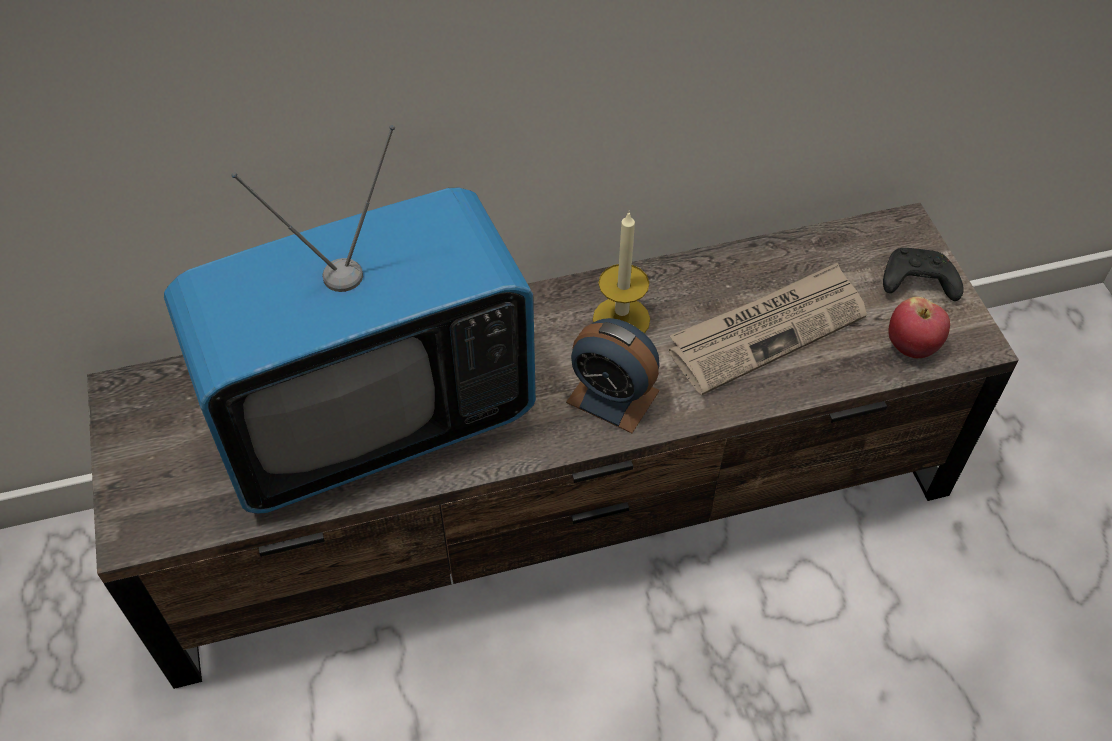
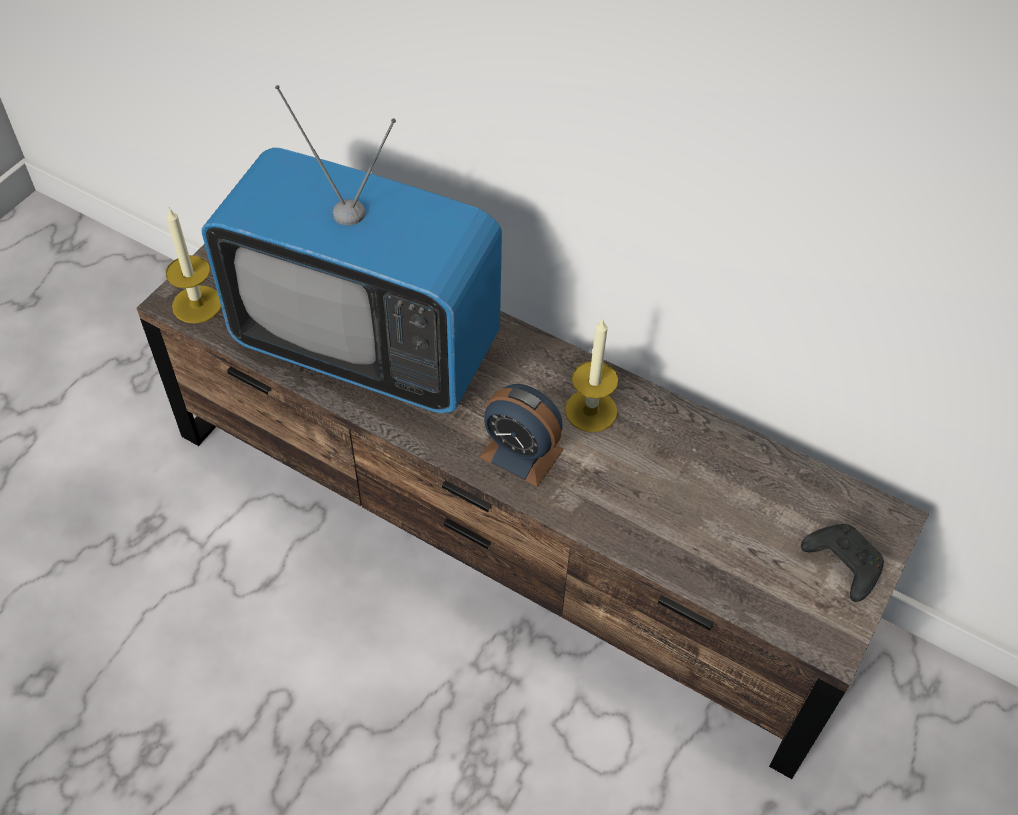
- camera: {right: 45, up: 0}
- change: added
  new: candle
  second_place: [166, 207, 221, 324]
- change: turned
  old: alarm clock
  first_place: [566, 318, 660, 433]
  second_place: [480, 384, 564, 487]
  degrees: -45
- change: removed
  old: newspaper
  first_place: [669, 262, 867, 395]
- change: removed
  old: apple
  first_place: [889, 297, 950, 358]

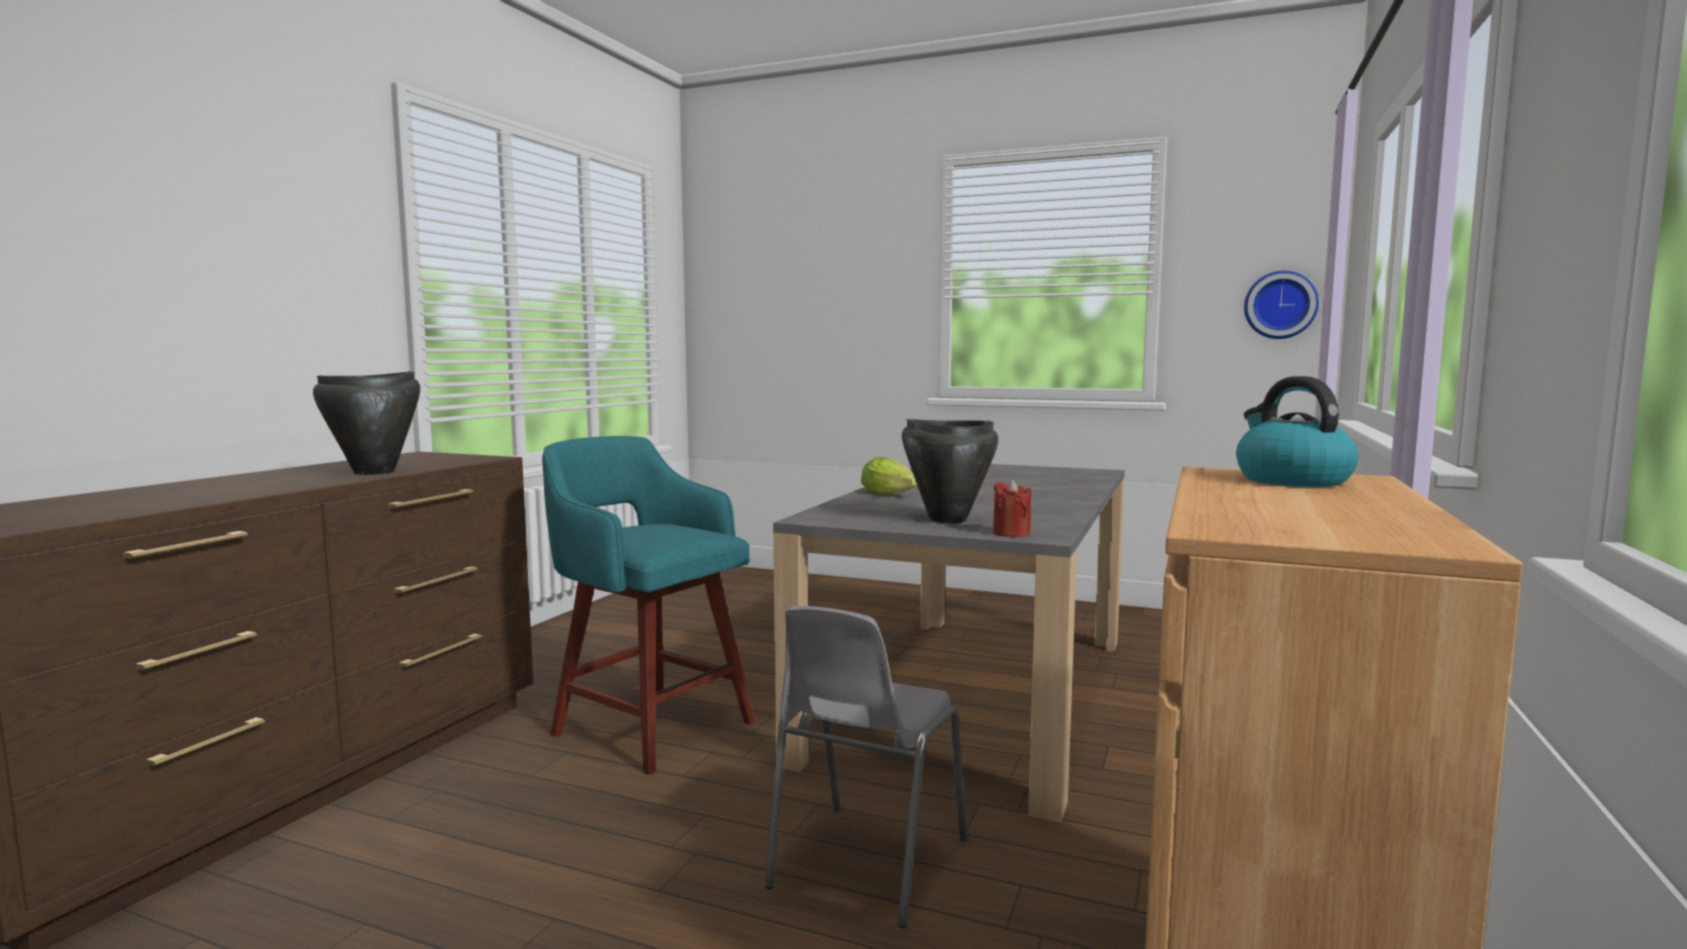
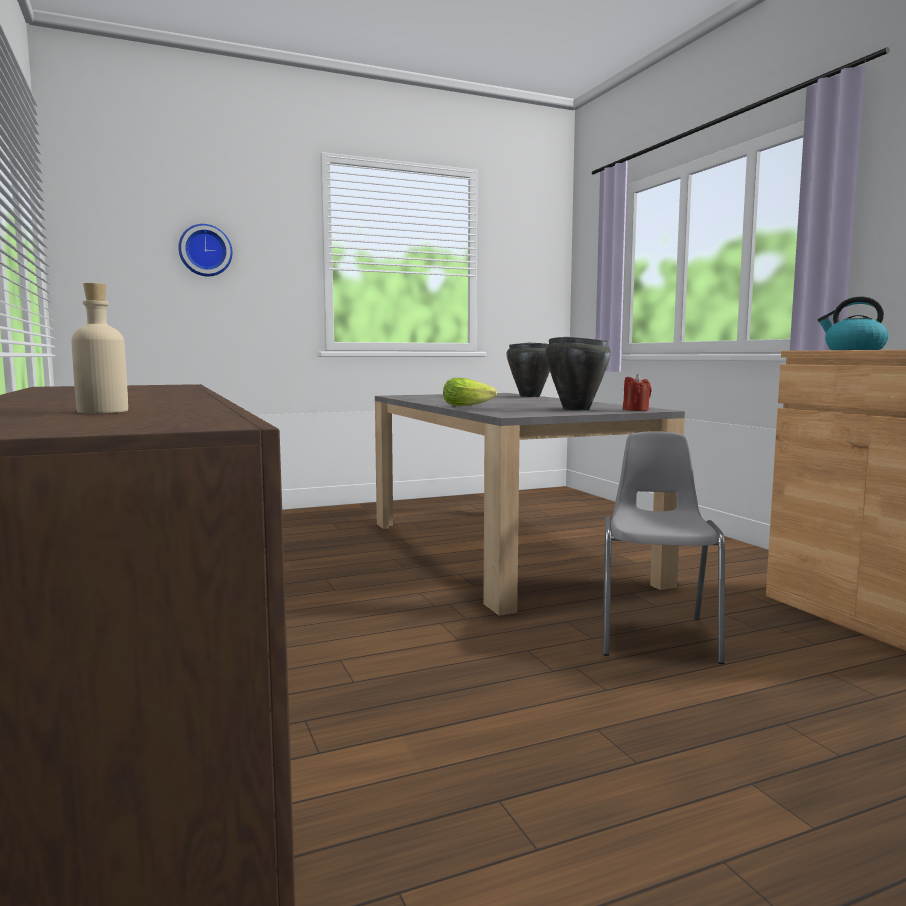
- camera: {right: -45, up: 0}
- change: added
  new: bottle/beige
  second_place: [71, 283, 128, 413]
- change: moved
  old: wall clock
  first_place: [1244, 271, 1319, 339]
  second_place: [178, 224, 232, 277]
- change: moved
  old: cooking pot/black
  first_place: [313, 371, 420, 475]
  second_place: [506, 343, 550, 397]
- change: turned
  old: chair/grey
  first_place: [765, 606, 967, 928]
  second_place: [603, 431, 725, 664]
  degrees: -150
- change: removed
  old: stool/turquoise
  first_place: [542, 436, 755, 775]

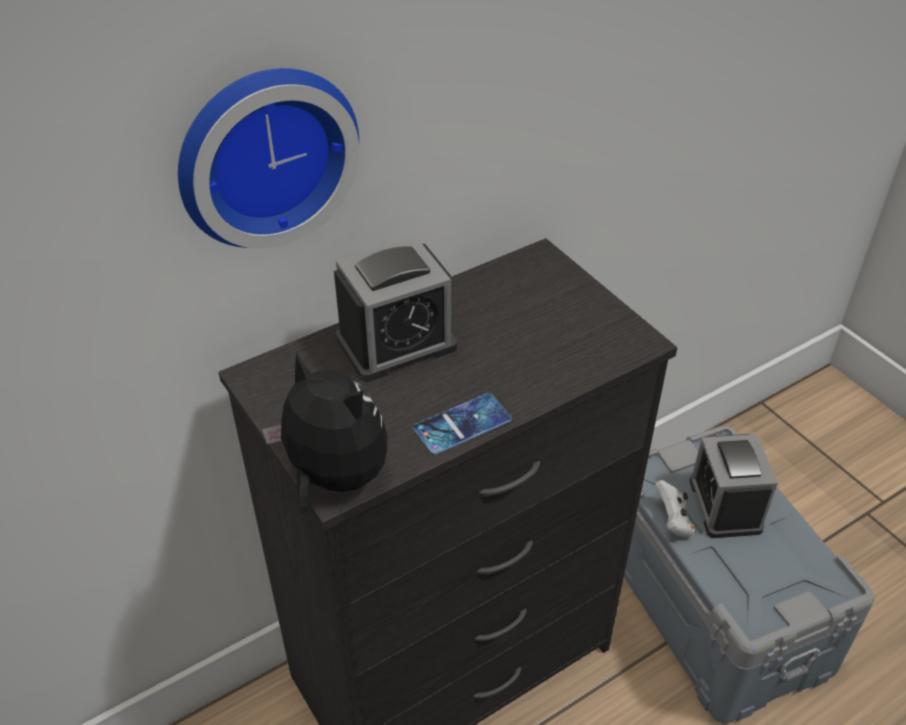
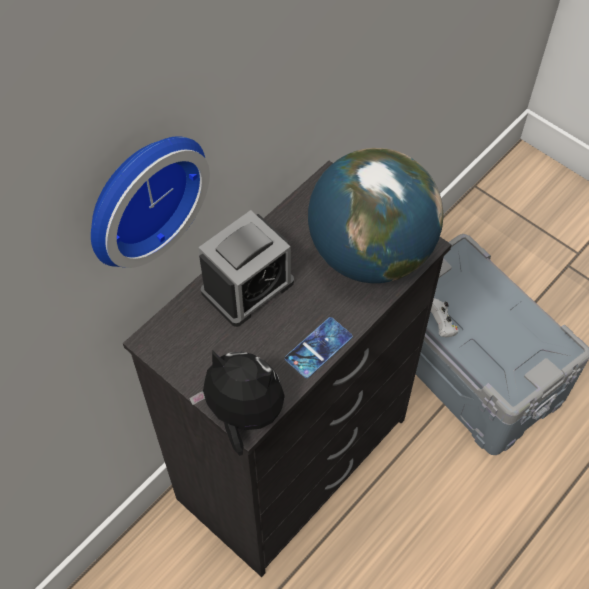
- camera: {right: -15, up: 15}
- change: added
  new: globe
  second_place: [308, 148, 443, 283]
- change: removed
  old: alarm clock
  first_place: [689, 434, 778, 538]

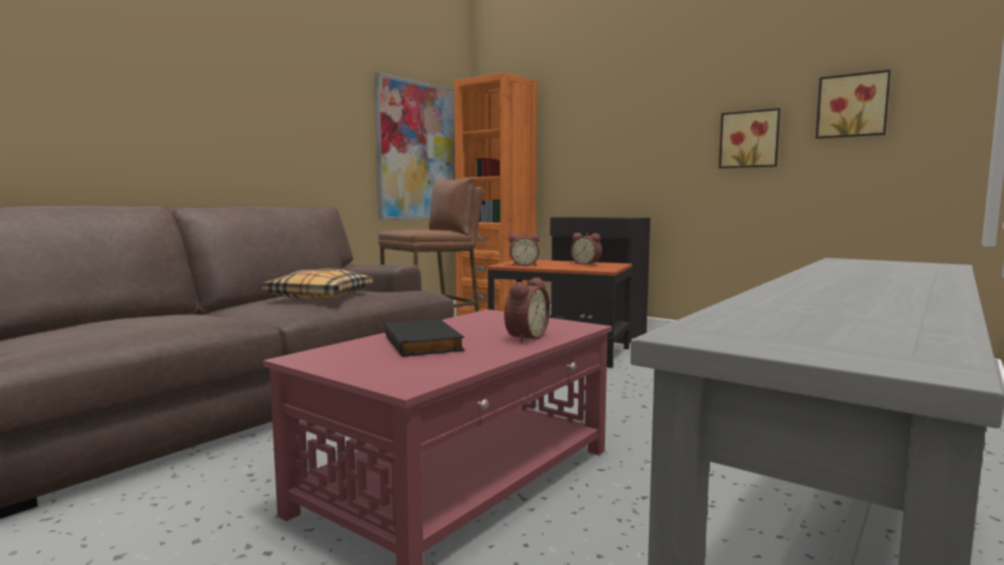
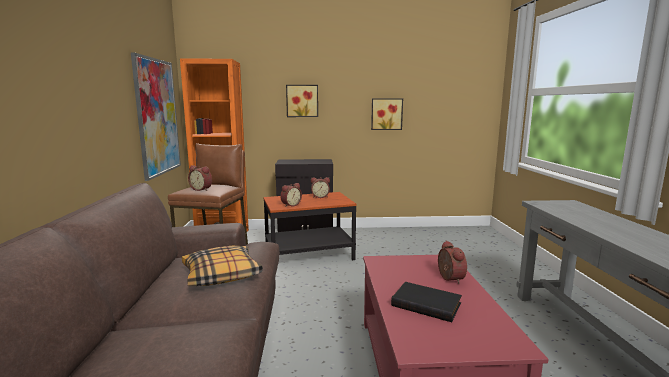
- camera: {right: -40, up: 5}
- change: added
  new: alarm clock
  second_place: [188, 165, 212, 191]
- change: moved
  old: picture
  first_place: [816, 70, 891, 139]
  second_place: [286, 85, 318, 117]

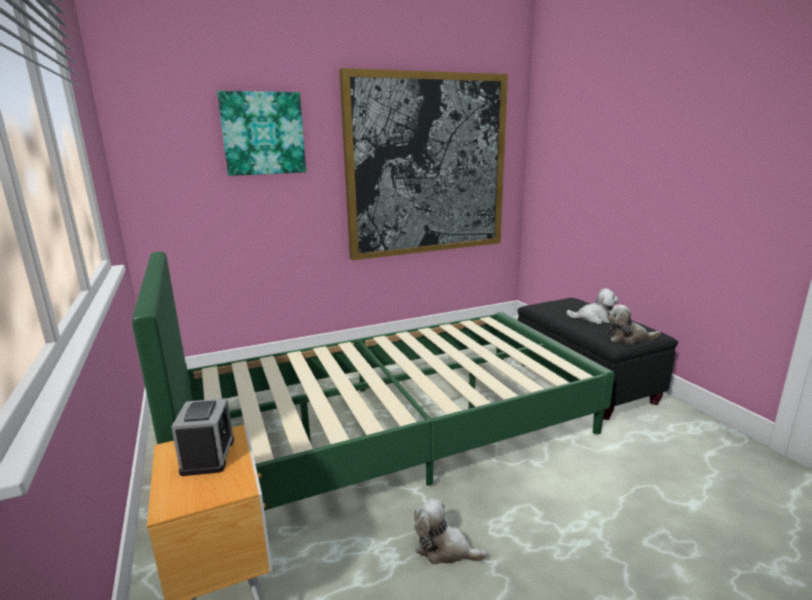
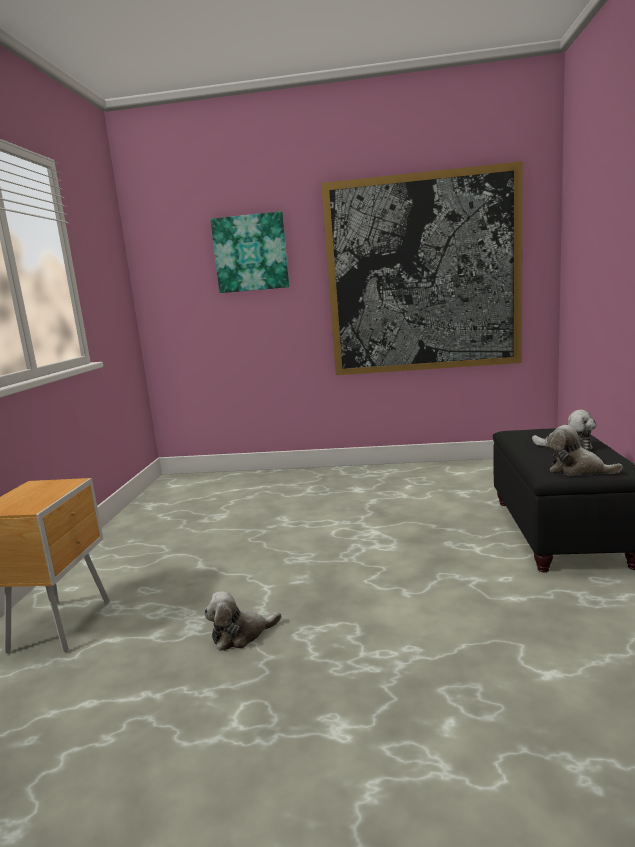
- camera: {right: 30, up: -5}
- change: turned
  old: plush toy
  first_place: [414, 498, 487, 565]
  second_place: [204, 591, 281, 651]
  degrees: -75
- change: removed
  old: bed/green
  first_place: [132, 252, 614, 511]
- change: removed
  old: alarm clock
  first_place: [171, 398, 234, 476]

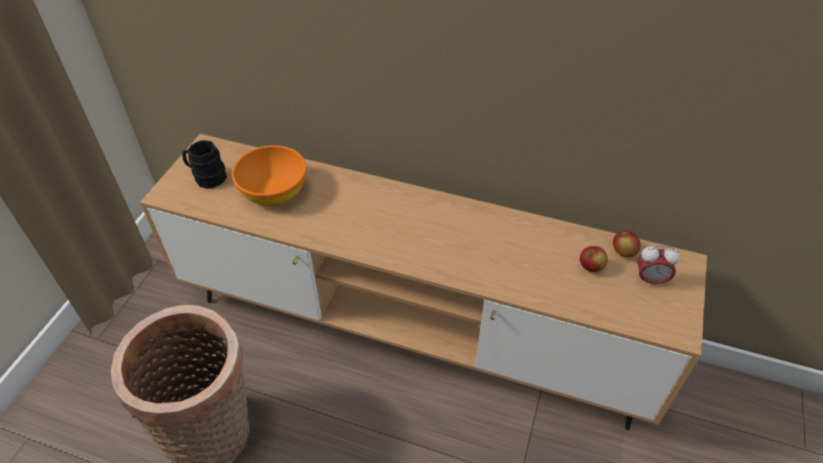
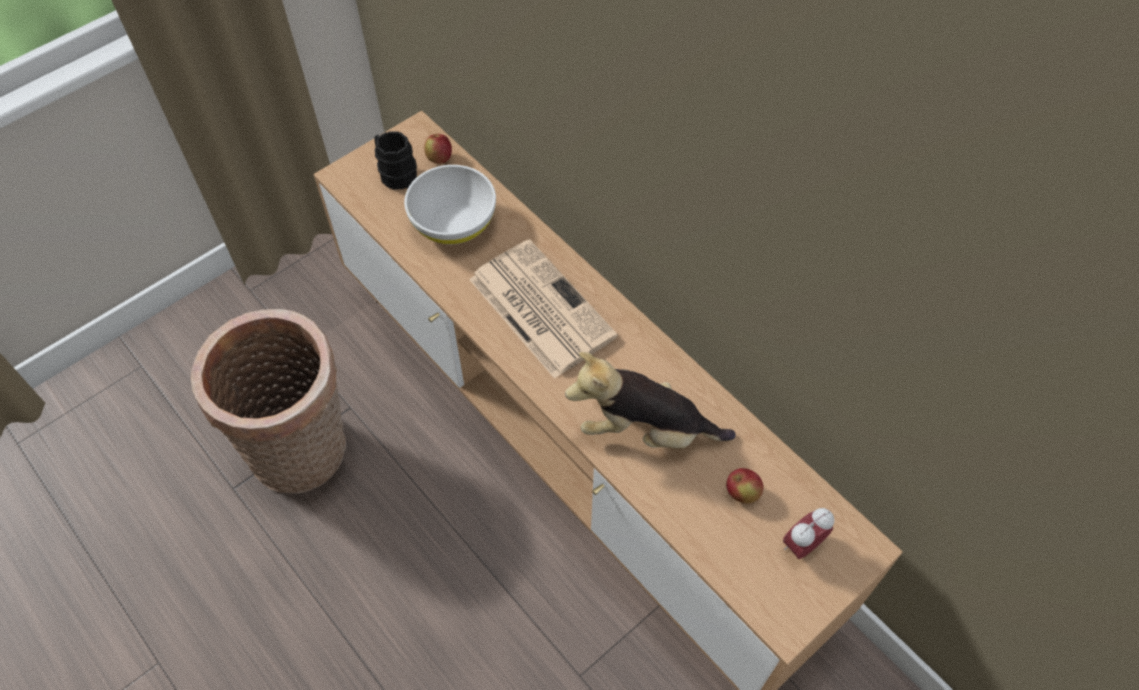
- camera: {right: 30, up: 10}
- change: recoloured
  old: bowl/orange
  new: bowl/white
  first_place: [232, 145, 306, 206]
  second_place: [404, 165, 496, 244]
- change: moved
  old: apple
  first_place: [613, 231, 641, 257]
  second_place: [424, 134, 452, 164]
- change: added
  new: newspaper
  second_place: [469, 239, 618, 379]
- change: added
  new: plush toy
  second_place: [565, 352, 736, 449]
- change: turned
  old: alarm clock
  first_place: [637, 245, 680, 286]
  second_place: [783, 508, 834, 559]
  degrees: 105

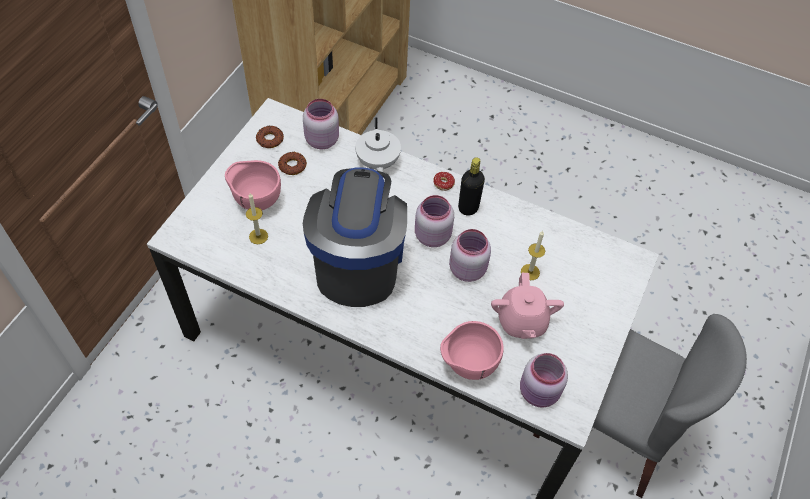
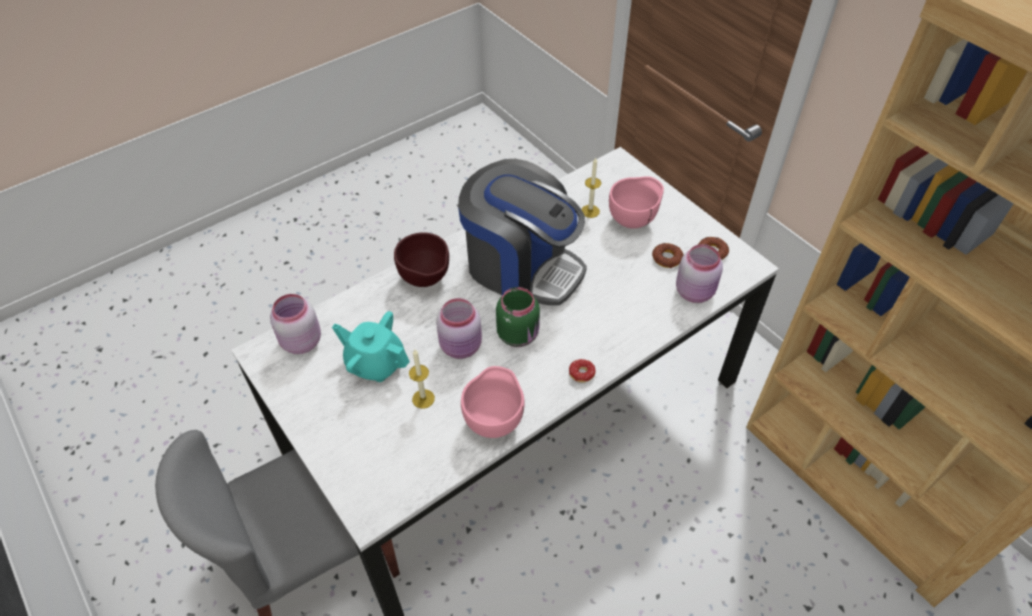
- camera: {right: 120, up: -5}
- change: recoloured
  old: teapot/pink
  new: teapot/turquoise
  first_place: [491, 273, 564, 339]
  second_place: [332, 311, 410, 382]
- change: added
  new: bowl/brown
  second_place: [394, 232, 449, 287]
- change: moved
  old: bowl/pink
  first_place: [440, 321, 503, 380]
  second_place: [461, 366, 525, 438]
- change: recoloured
  old: jar/pink
  new: jar/green
  first_place: [415, 195, 454, 247]
  second_place: [496, 287, 540, 347]
- change: removed
  old: teapot/white
  first_place: [355, 117, 401, 172]
- change: removed
  old: bottle/black
  first_place: [458, 157, 485, 215]

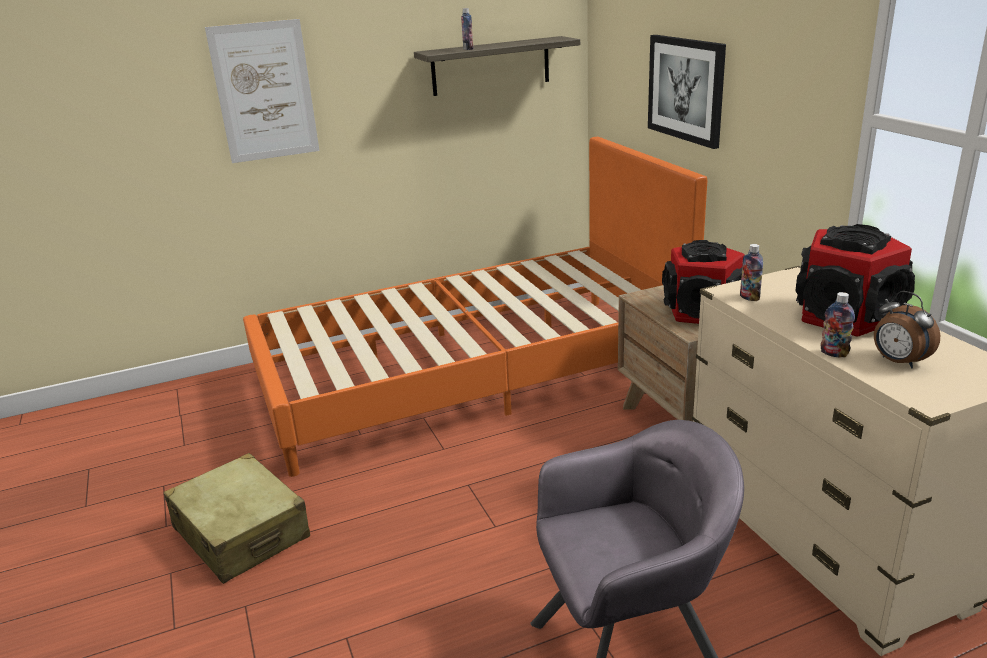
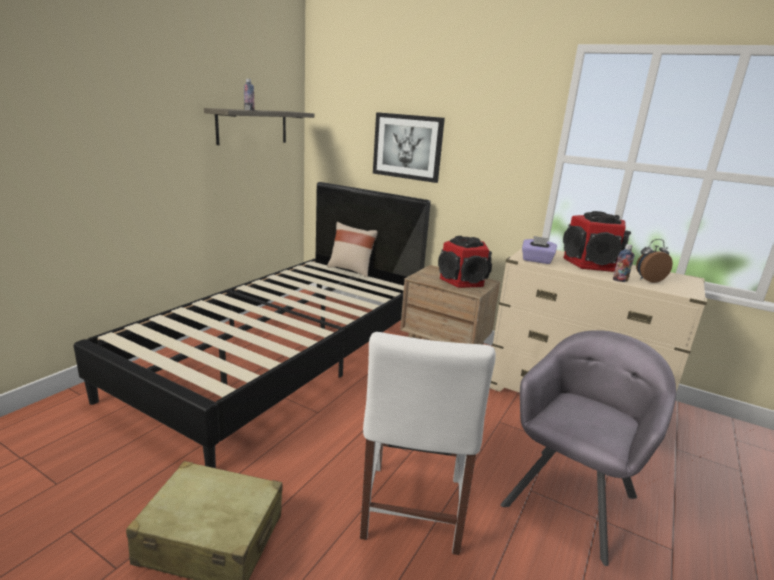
- camera: {right: -40, up: -5}
- change: recoloured
  old: bed/orange
  new: bed/black
  first_place: [243, 137, 707, 477]
  second_place: [74, 182, 431, 468]
- change: added
  new: pillow/beige
  second_place: [327, 222, 377, 277]
- change: added
  new: chair/white
  second_place: [360, 332, 496, 555]
- change: replaced
  old: bottle
  new: tissue box/purple
  first_place: [740, 244, 763, 301]
  second_place: [522, 236, 557, 264]
- change: turned
  old: alarm clock
  first_place: [874, 291, 940, 369]
  second_place: [636, 239, 673, 283]
  degrees: 150
- change: removed
  old: picture
  first_place: [205, 19, 320, 163]

